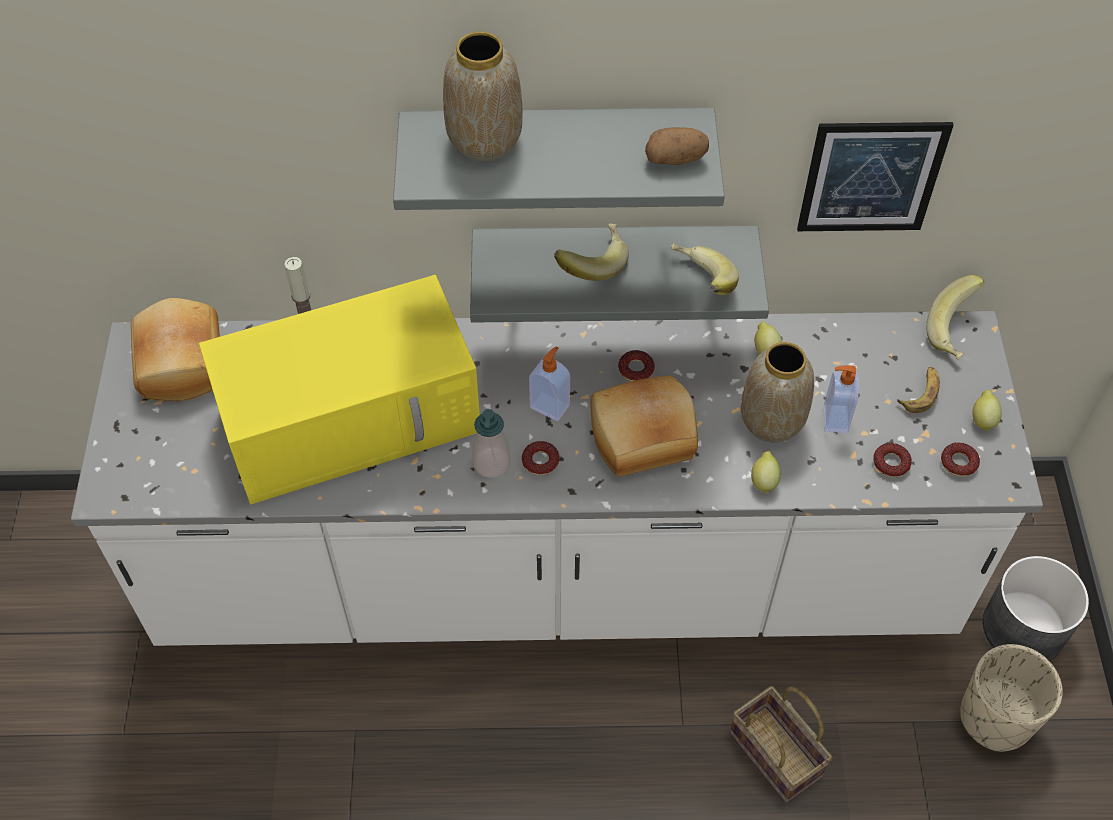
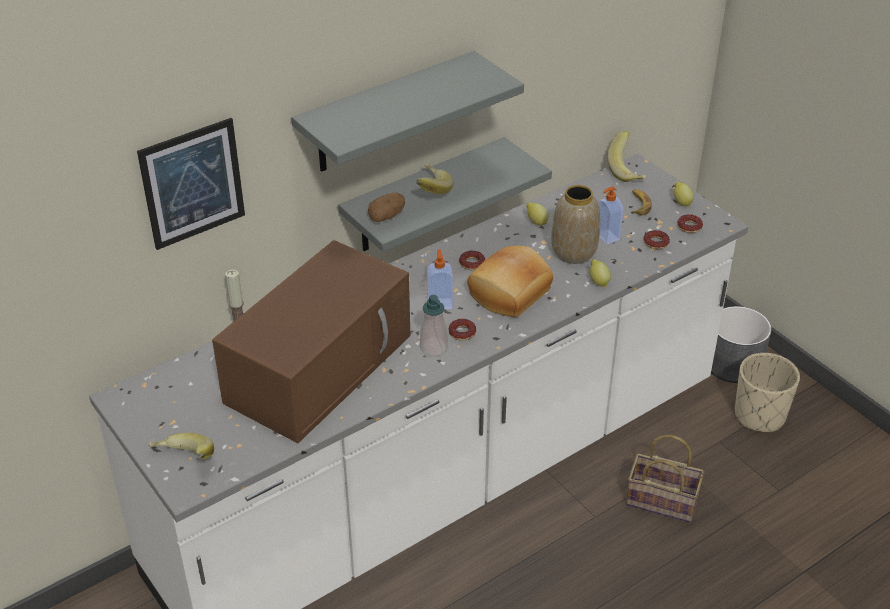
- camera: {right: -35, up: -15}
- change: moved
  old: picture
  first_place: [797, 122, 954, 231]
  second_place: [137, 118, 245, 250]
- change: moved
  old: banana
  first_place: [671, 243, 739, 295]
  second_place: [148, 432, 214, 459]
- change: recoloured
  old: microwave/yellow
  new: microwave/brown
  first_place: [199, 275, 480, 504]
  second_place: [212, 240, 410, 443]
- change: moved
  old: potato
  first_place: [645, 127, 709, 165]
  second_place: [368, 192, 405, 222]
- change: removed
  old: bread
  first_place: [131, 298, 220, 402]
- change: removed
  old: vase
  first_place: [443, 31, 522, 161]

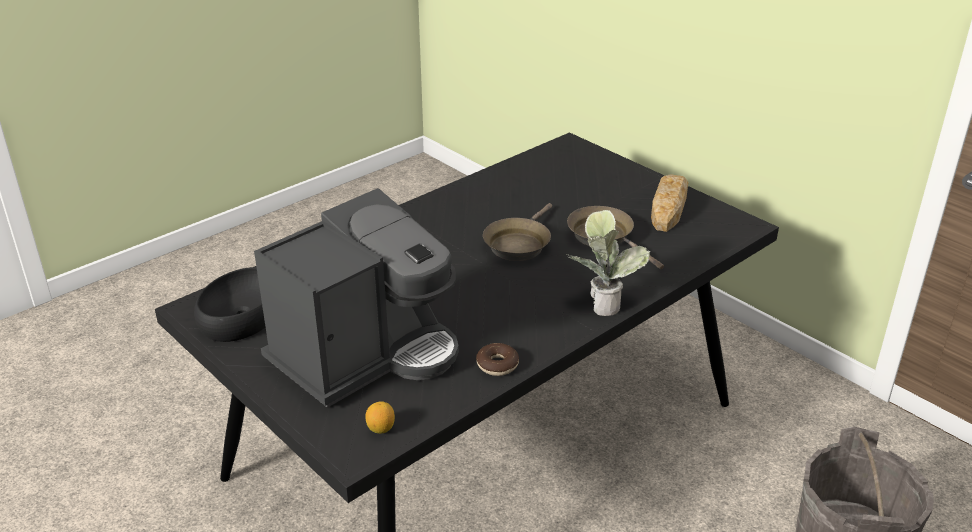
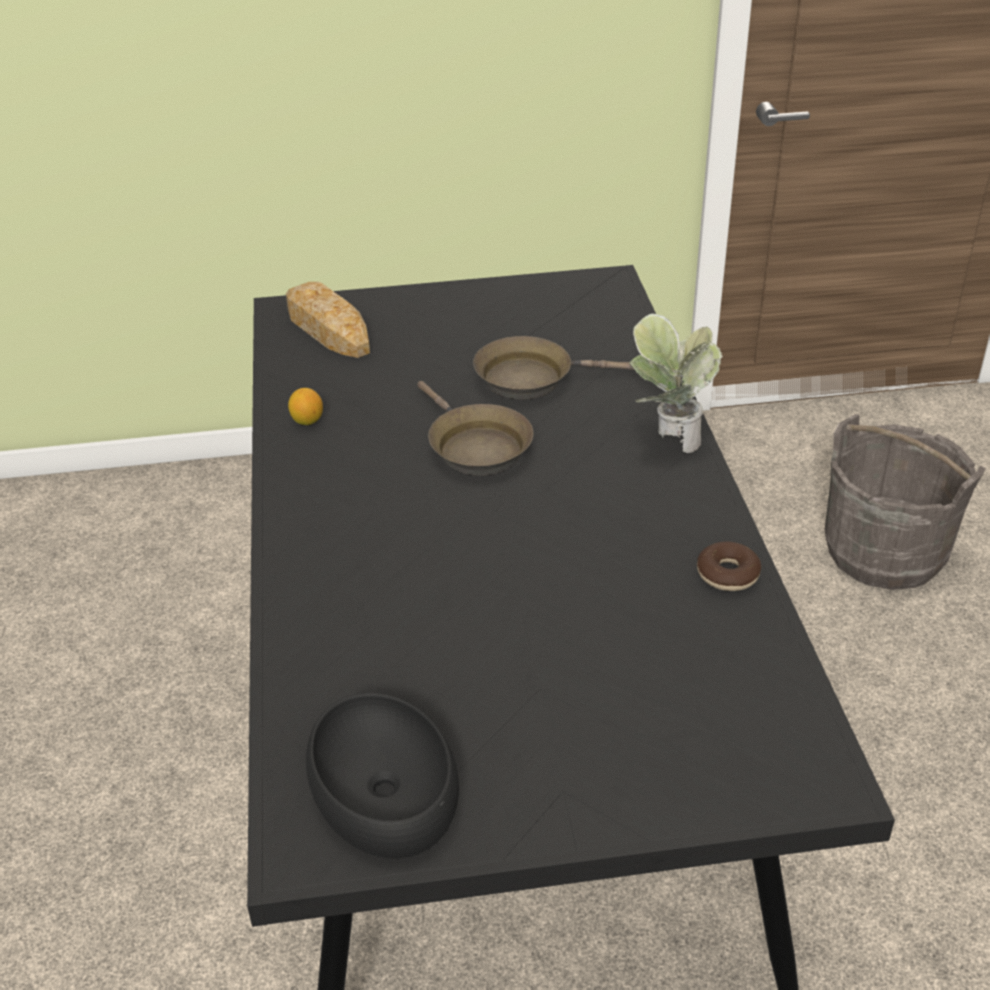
- camera: {right: -55, up: 5}
- change: moved
  old: bread
  first_place: [651, 174, 688, 232]
  second_place: [286, 282, 370, 358]
- change: moved
  old: lemon
  first_place: [365, 401, 395, 434]
  second_place: [288, 388, 323, 425]
- change: removed
  old: coffee machine
  first_place: [254, 188, 459, 408]

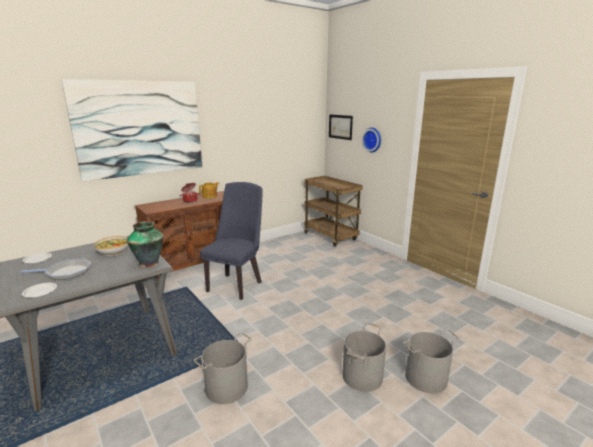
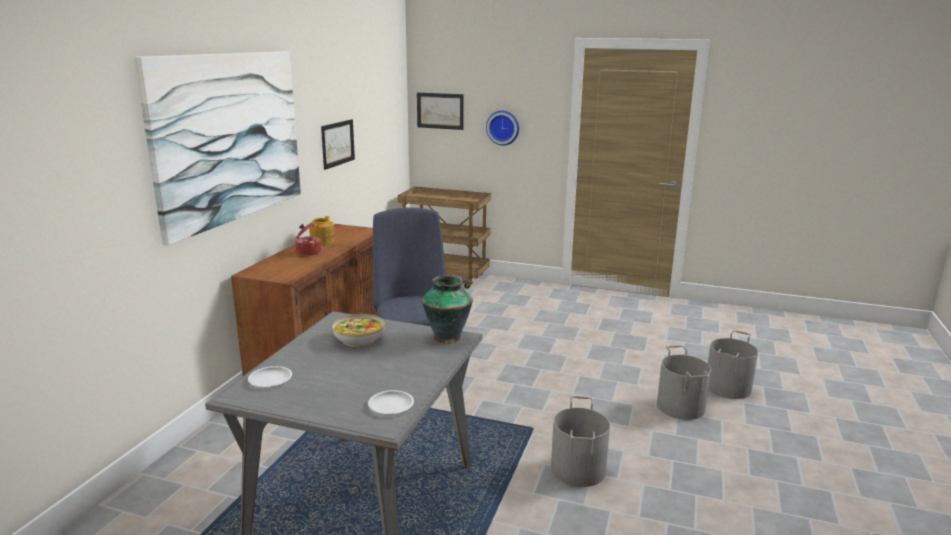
- camera: {right: -35, up: 0}
- change: added
  new: picture
  second_place: [321, 119, 355, 170]
- change: removed
  old: frying pan
  first_place: [20, 259, 91, 280]

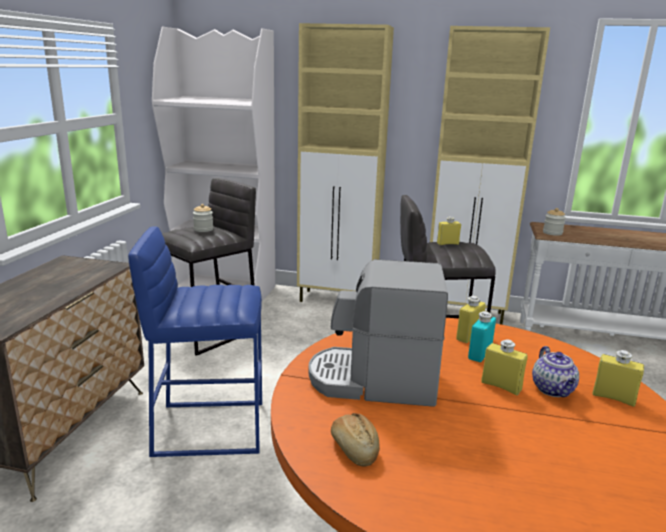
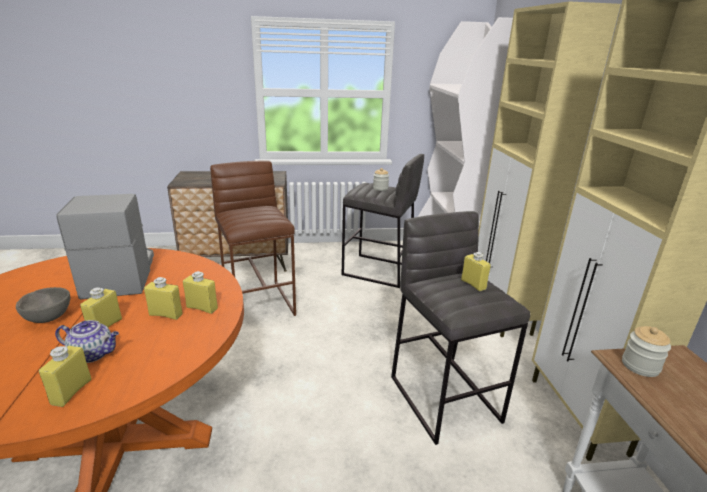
- camera: {right: 70, up: 5}
- change: added
  new: bowl/grey
  second_place: [16, 287, 70, 323]
- change: turned
  old: teapot
  first_place: [532, 346, 579, 397]
  second_place: [55, 320, 119, 363]
  degrees: -150
- change: recoloured
  old: bottle/turquoise
  new: bottle/yellow
  first_place: [468, 311, 496, 362]
  second_place: [144, 277, 183, 320]
- change: recoloured
  old: stool/blue
  new: stool/brown
  first_place: [128, 226, 262, 457]
  second_place: [210, 160, 296, 316]
- change: removed
  old: bread
  first_place: [331, 413, 380, 467]

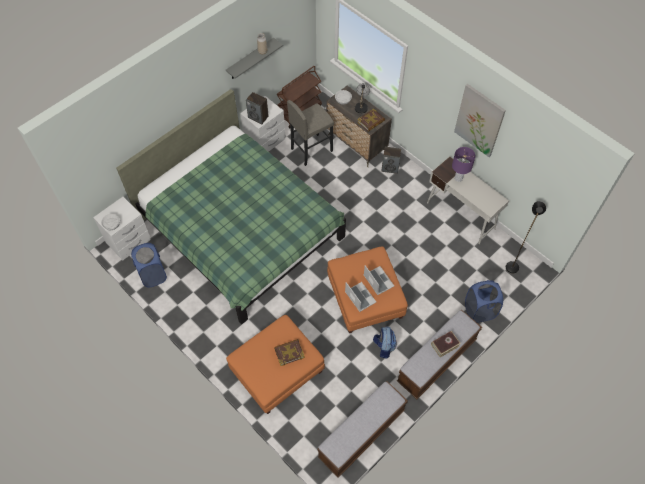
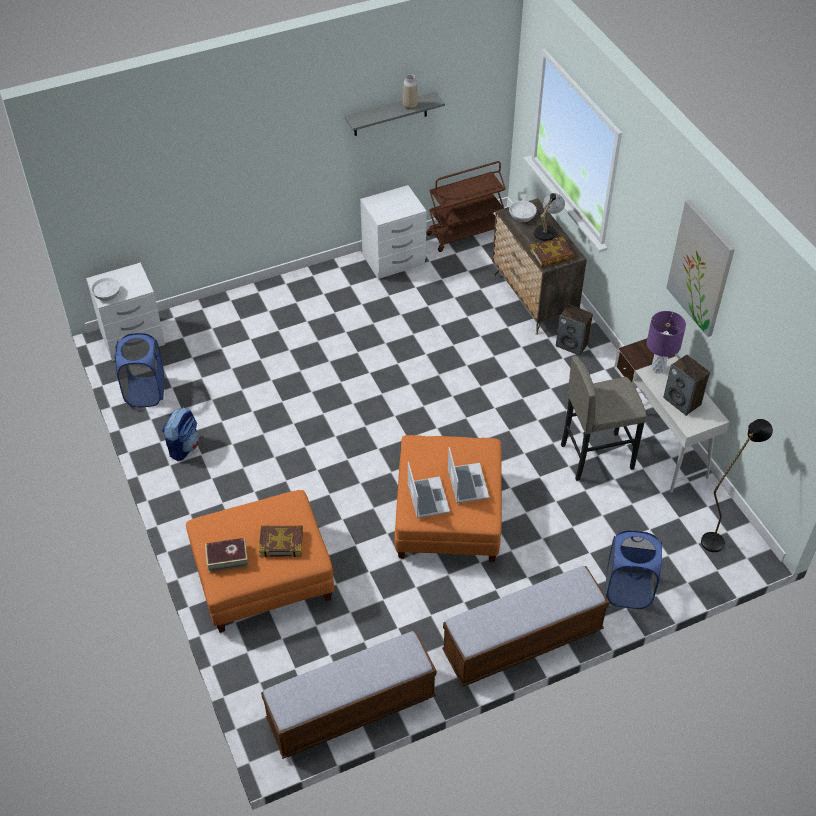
- camera: {right: 20, up: -10}
- change: moved
  old: backpack
  first_place: [373, 326, 397, 359]
  second_place: [162, 407, 200, 461]
- change: moved
  old: book
  first_place: [431, 331, 461, 357]
  second_place: [205, 538, 249, 573]
- change: moved
  old: stool/grey
  first_place: [287, 100, 334, 166]
  second_place: [561, 356, 647, 481]
- change: moved
  old: speaker
  first_place: [246, 92, 269, 124]
  second_place: [663, 355, 710, 416]
- change: removed
  old: bed/green
  first_place: [116, 89, 346, 324]

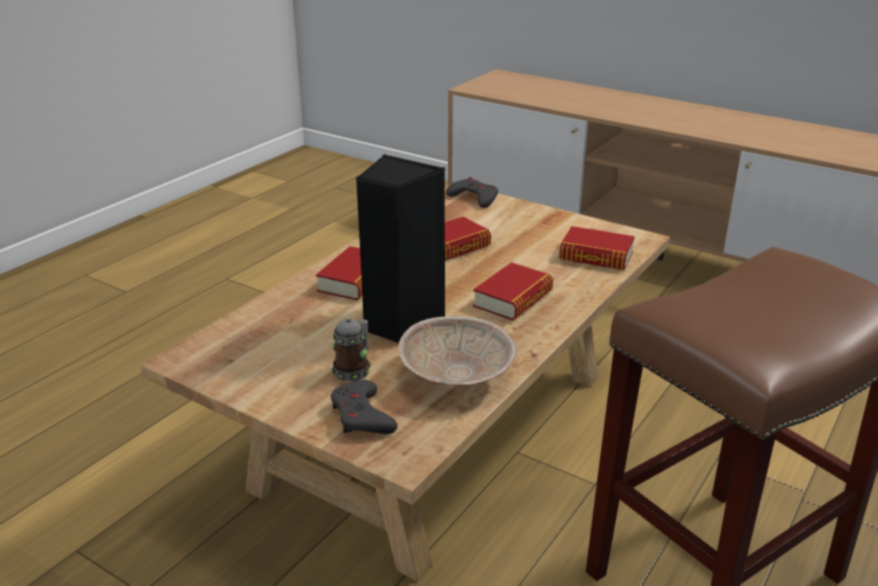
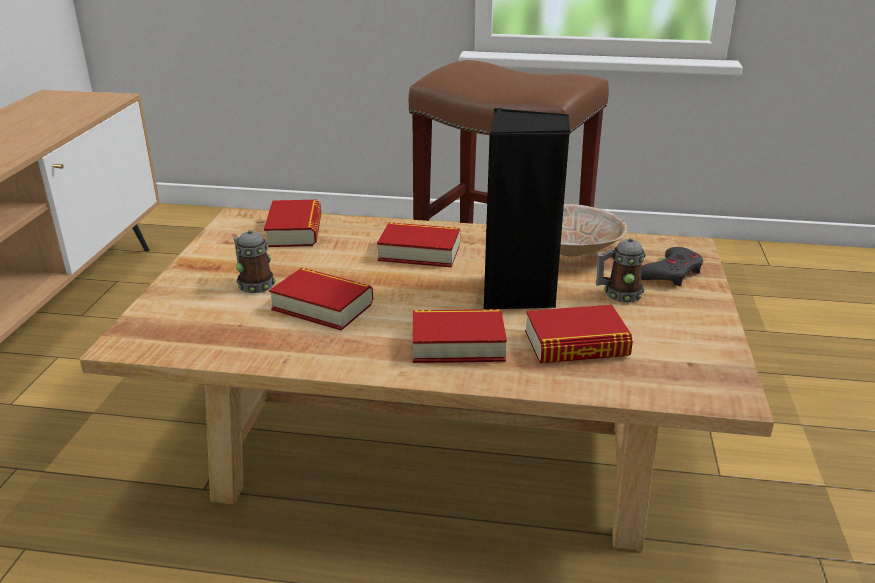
- camera: {right: -115, up: 0}
- change: added
  new: mug
  second_place: [233, 230, 276, 293]
- change: added
  new: book
  second_place: [525, 305, 633, 363]
- change: removed
  old: game controller/grey
  first_place: [446, 177, 498, 208]

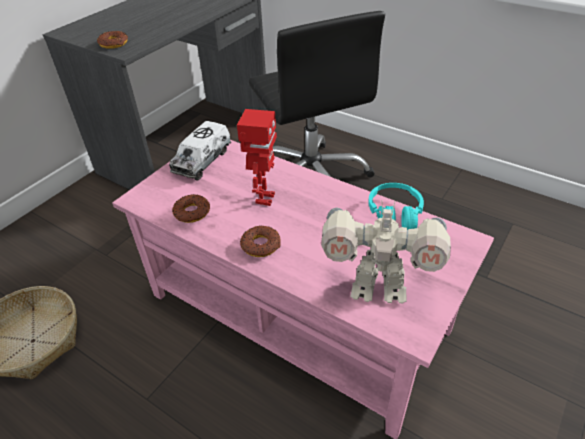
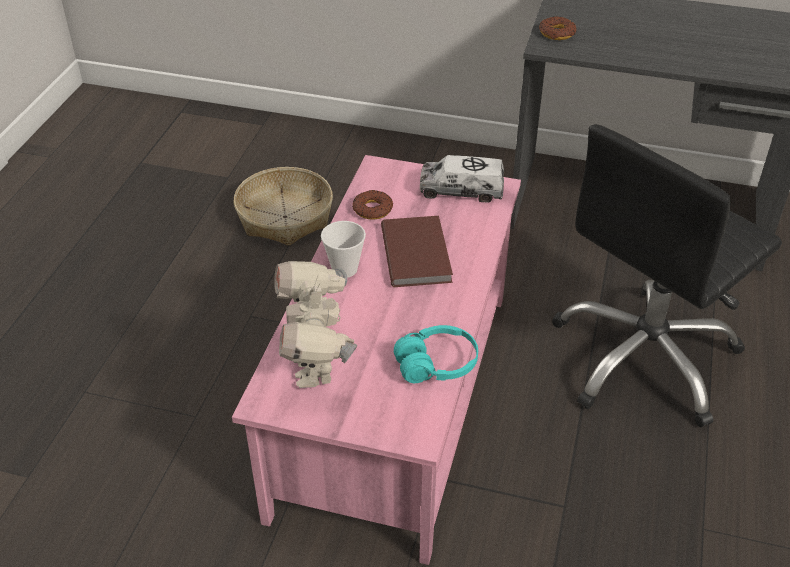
- camera: {right: 70, up: 0}
- change: replaced
  old: donut
  new: cup
  first_place: [240, 226, 281, 257]
  second_place: [321, 221, 366, 278]
- change: replaced
  old: toy robot
  new: book/brown
  first_place: [237, 109, 277, 206]
  second_place: [381, 216, 453, 287]

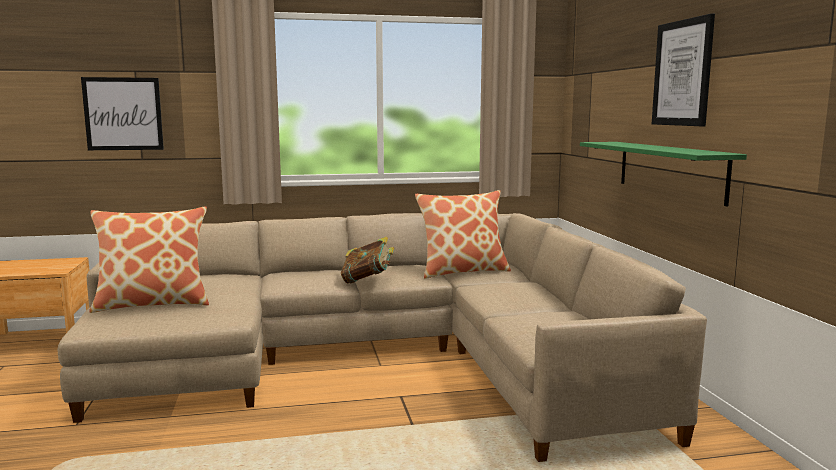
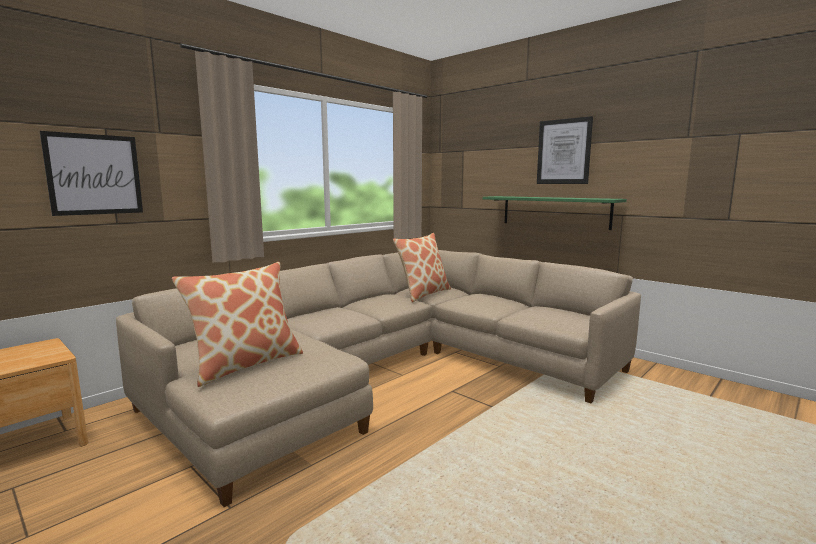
- camera: {right: -35, up: 0}
- change: removed
  old: book
  first_place: [341, 236, 394, 284]

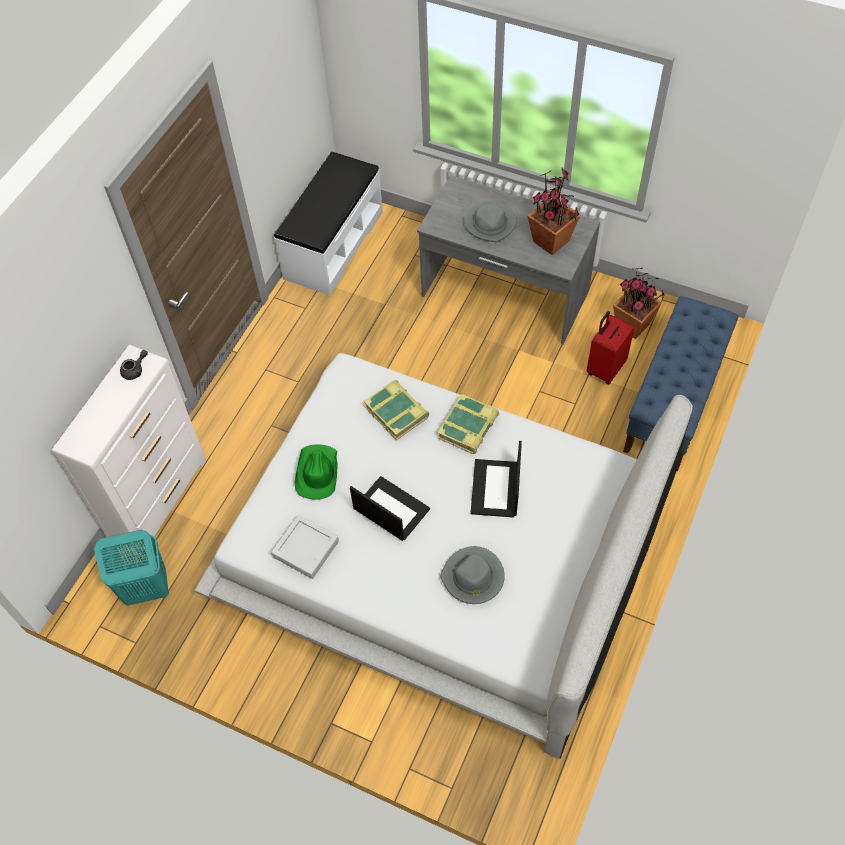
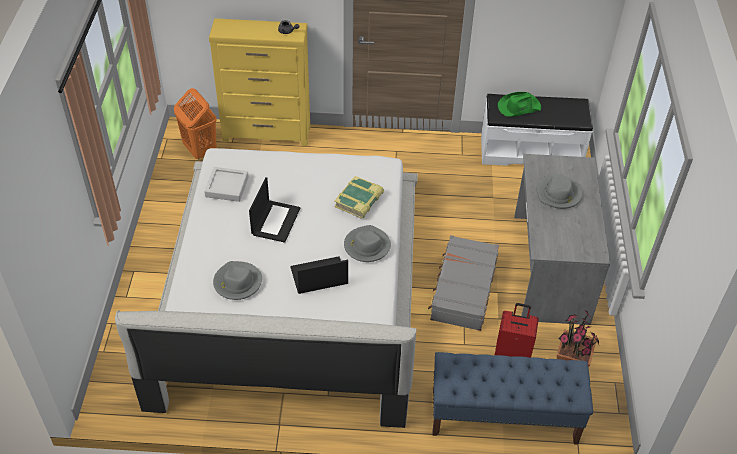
- camera: {right: 65, up: -10}
- change: recoloured
  old: laundry basket/turquoise
  new: laundry basket/orange
  first_place: [94, 530, 169, 606]
  second_place: [174, 88, 217, 160]
- change: recoloured
  old: dresser/white
  new: dresser/yellow
  first_place: [52, 345, 206, 557]
  second_place: [209, 18, 310, 146]
- change: replaced
  old: book
  new: hat/grey
  first_place: [437, 394, 499, 454]
  second_place: [344, 225, 391, 262]
- change: added
  new: suitcase/grey
  second_place: [428, 235, 499, 331]
- change: moved
  old: hat/green
  first_place: [294, 444, 337, 500]
  second_place: [498, 92, 541, 117]
- change: removed
  old: potted plant
  first_place: [527, 168, 581, 255]

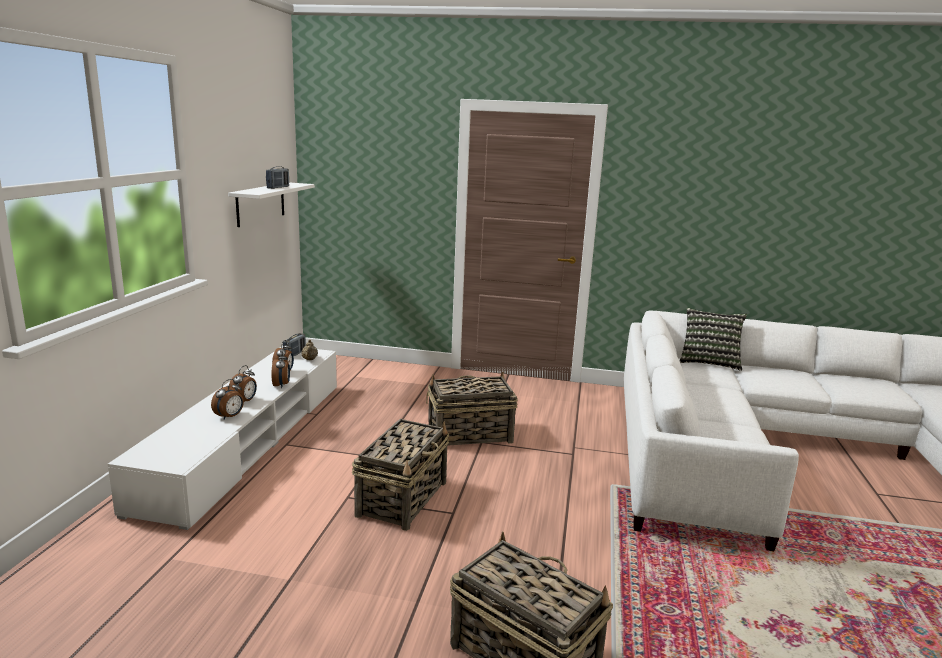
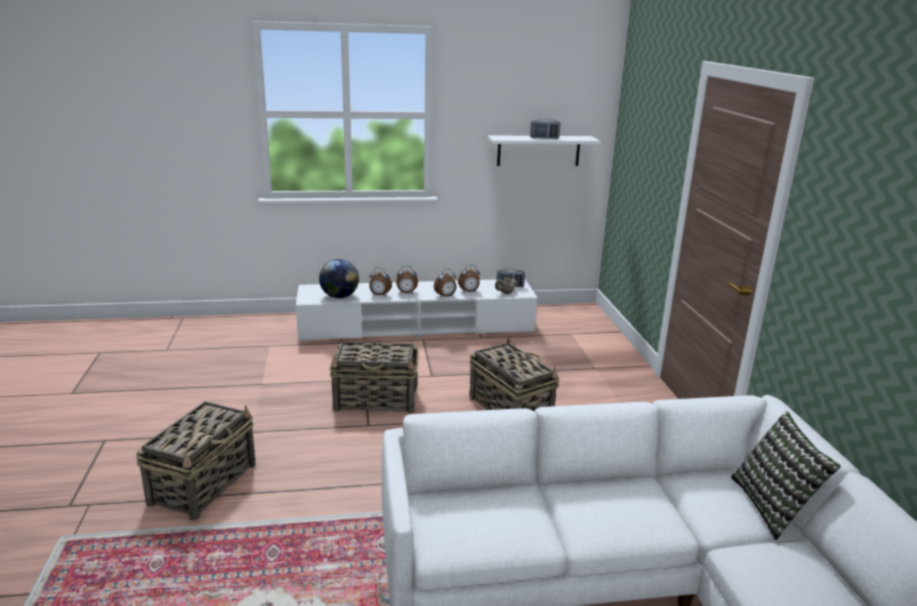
- camera: {right: 70, up: 5}
- change: added
  new: globe
  second_place: [319, 259, 359, 298]

